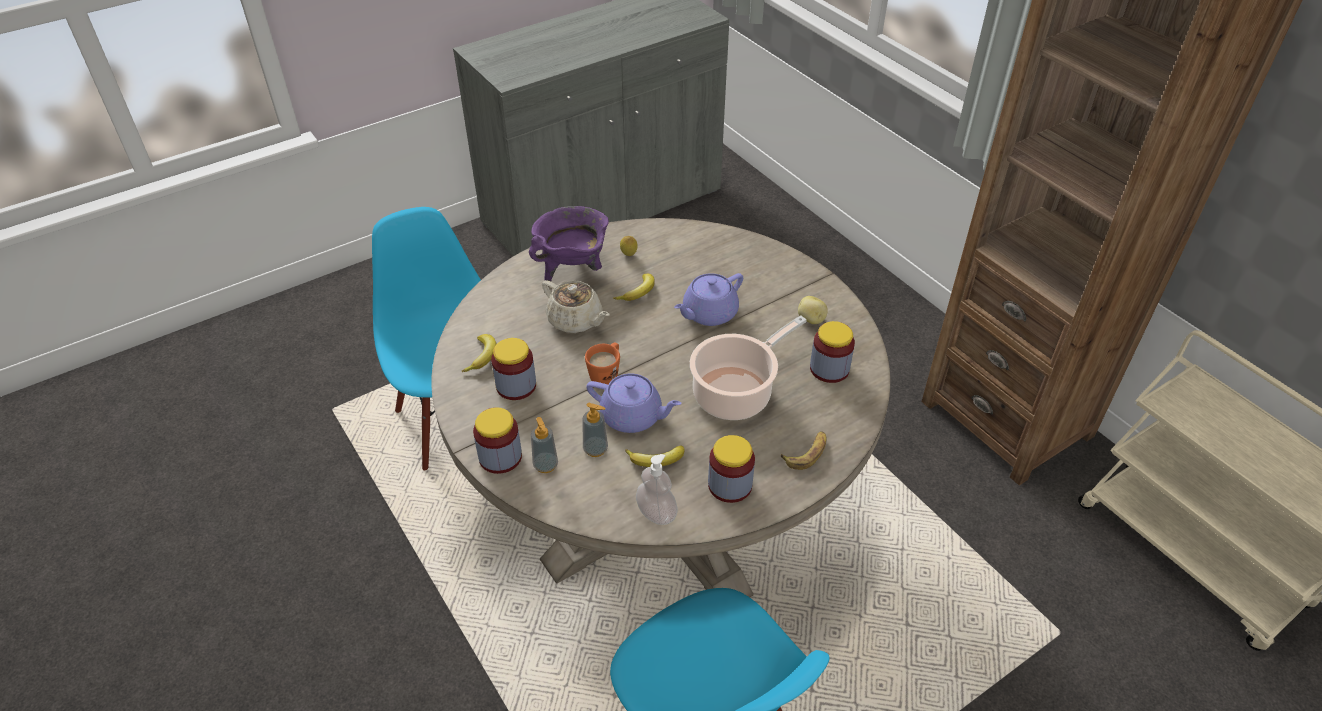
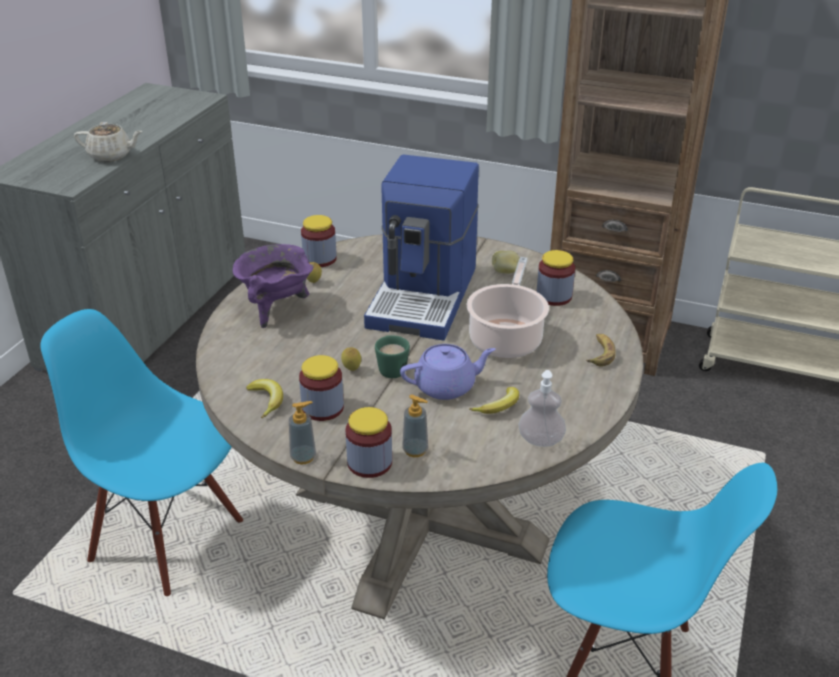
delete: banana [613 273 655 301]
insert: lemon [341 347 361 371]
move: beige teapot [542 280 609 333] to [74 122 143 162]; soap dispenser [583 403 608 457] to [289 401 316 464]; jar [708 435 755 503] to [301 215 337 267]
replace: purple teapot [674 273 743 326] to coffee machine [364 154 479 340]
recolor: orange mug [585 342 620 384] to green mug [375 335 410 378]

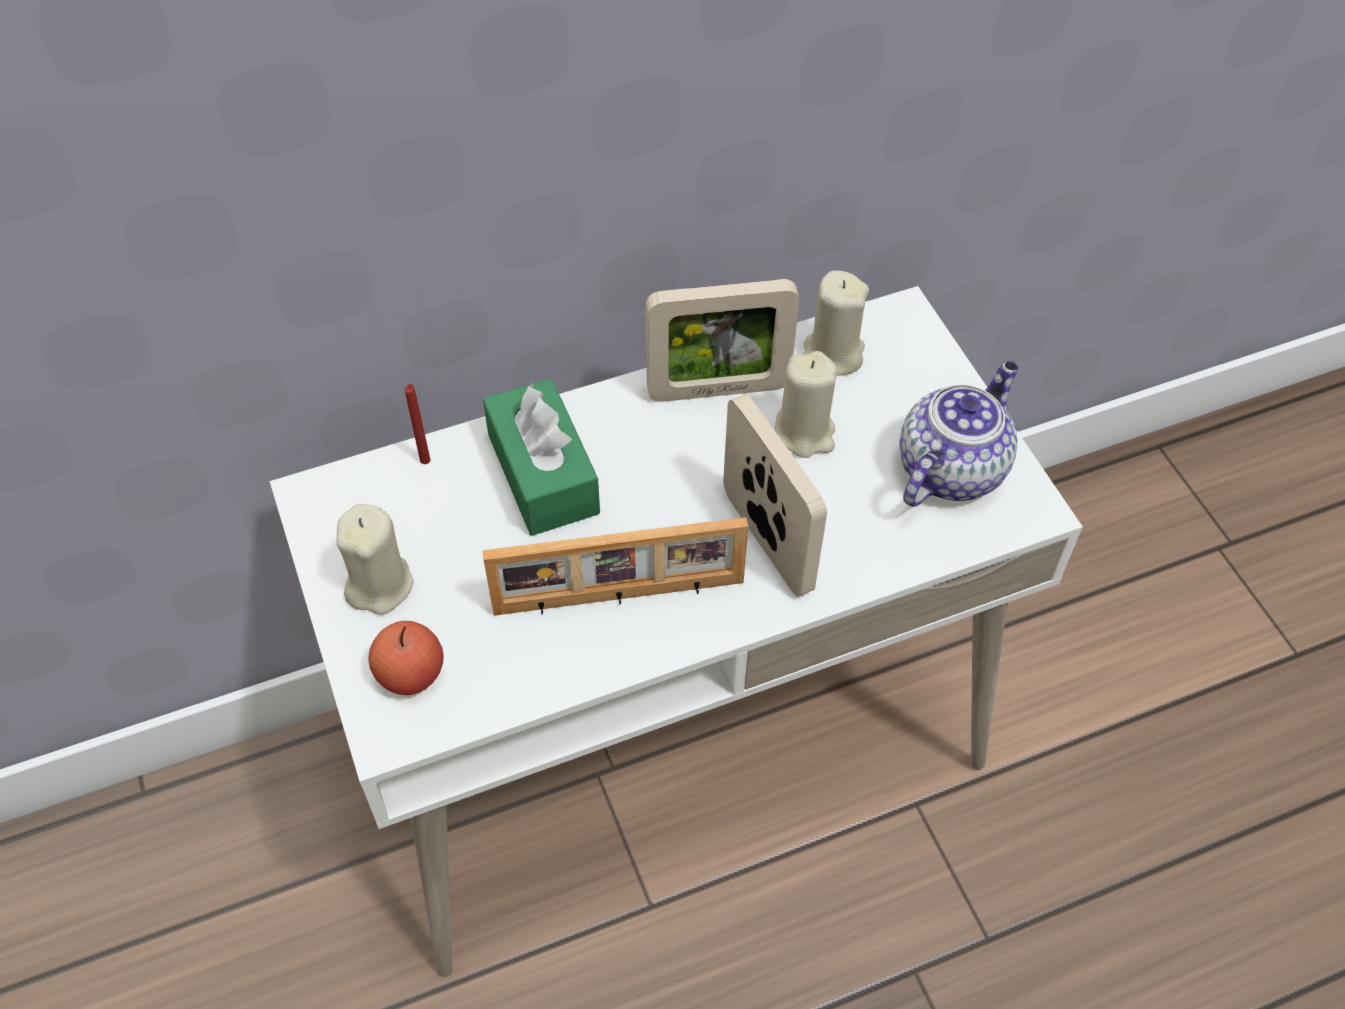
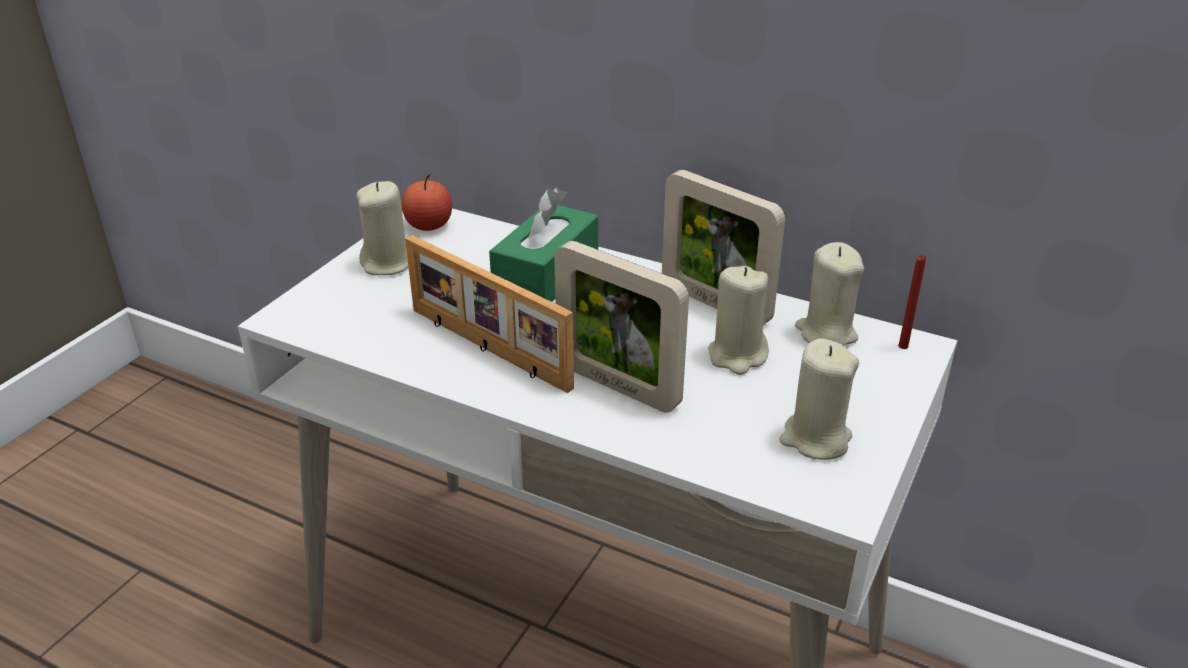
move: apple [368 621 444 695] to [402 174 452 231]; red candle [405 384 430 464] to [899 255 926 349]
replace: teapot [899 361 1019 507] to beige candle [780 339 859 460]
rotate: picture frame [723 394 827 597] = [554 241 689 412] 105 degrees clockwise

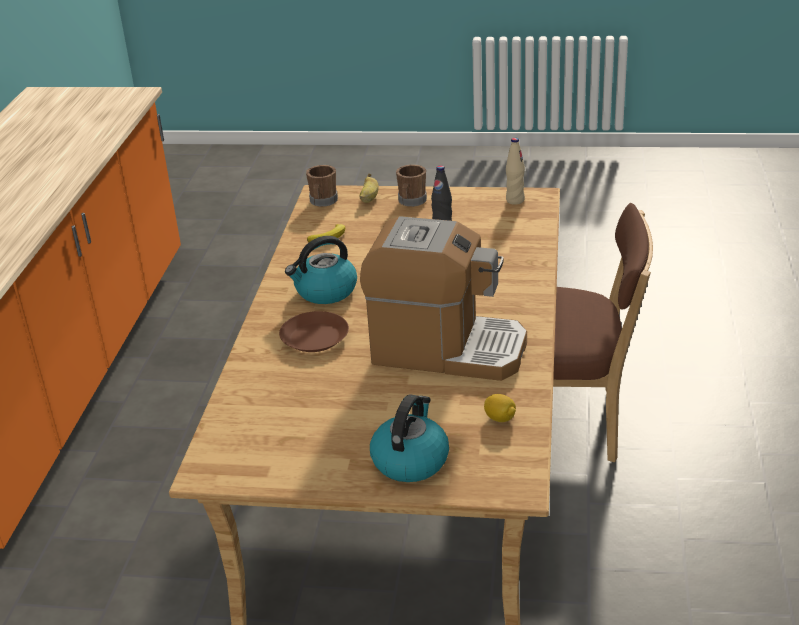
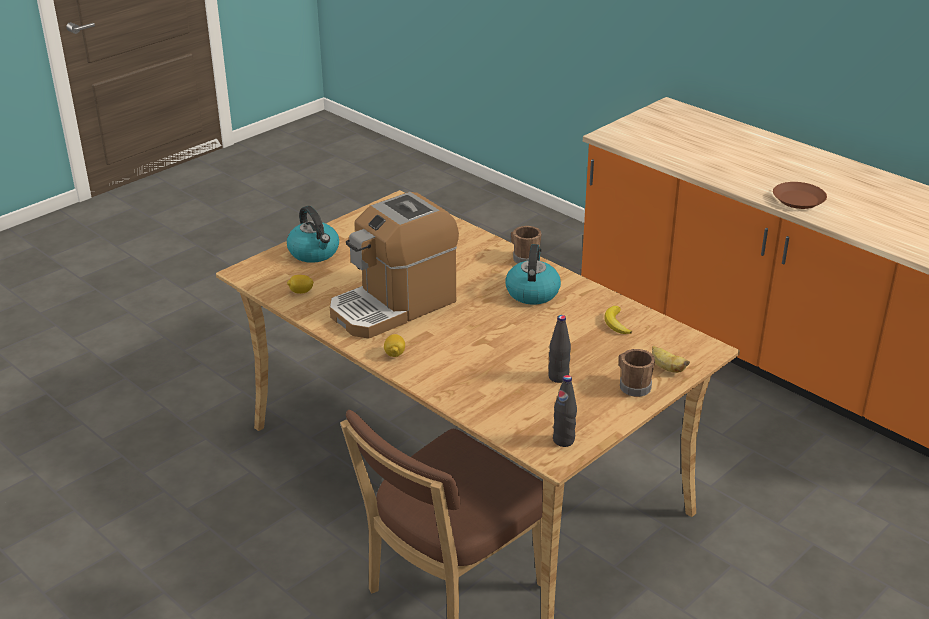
insert: lemon [384 334 405 357]
move: brown mug [306 165 338 207] to [511 226 542 264]; brown plate [279 311 349 352] to [773 182 827 209]
recolor: beige bottle [506 138 525 205] to black bottle [553 375 577 447]

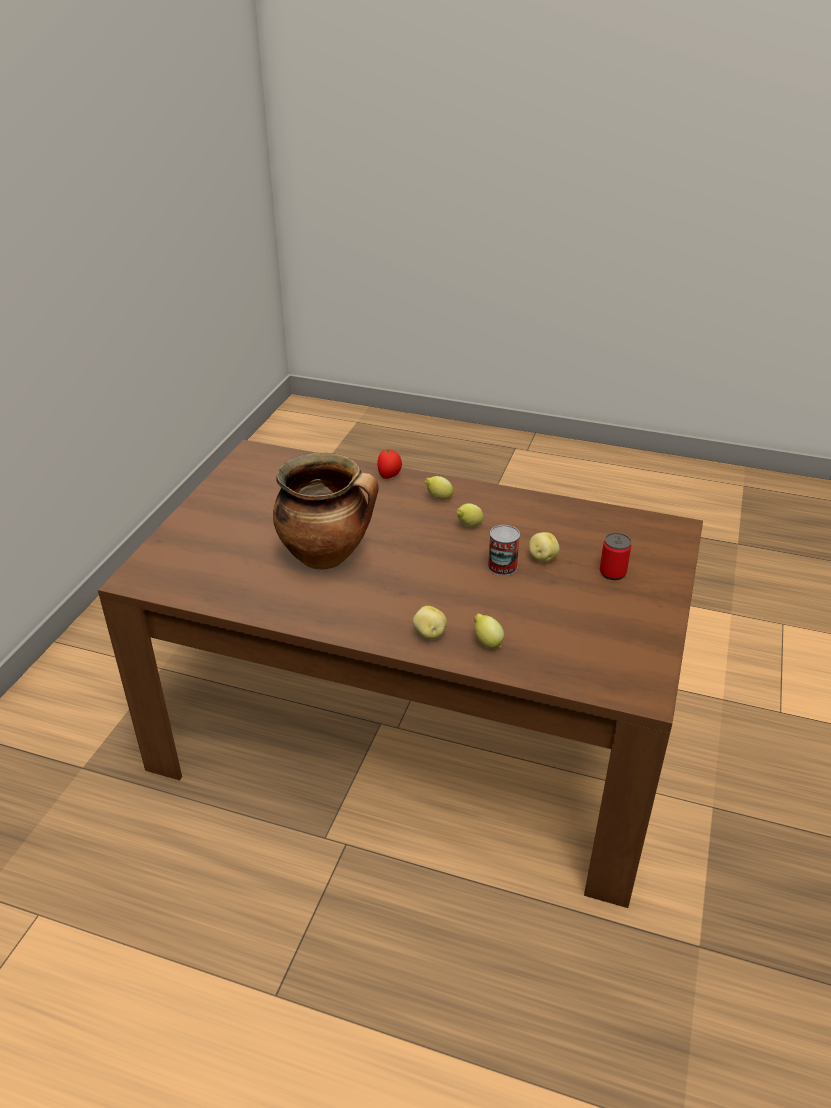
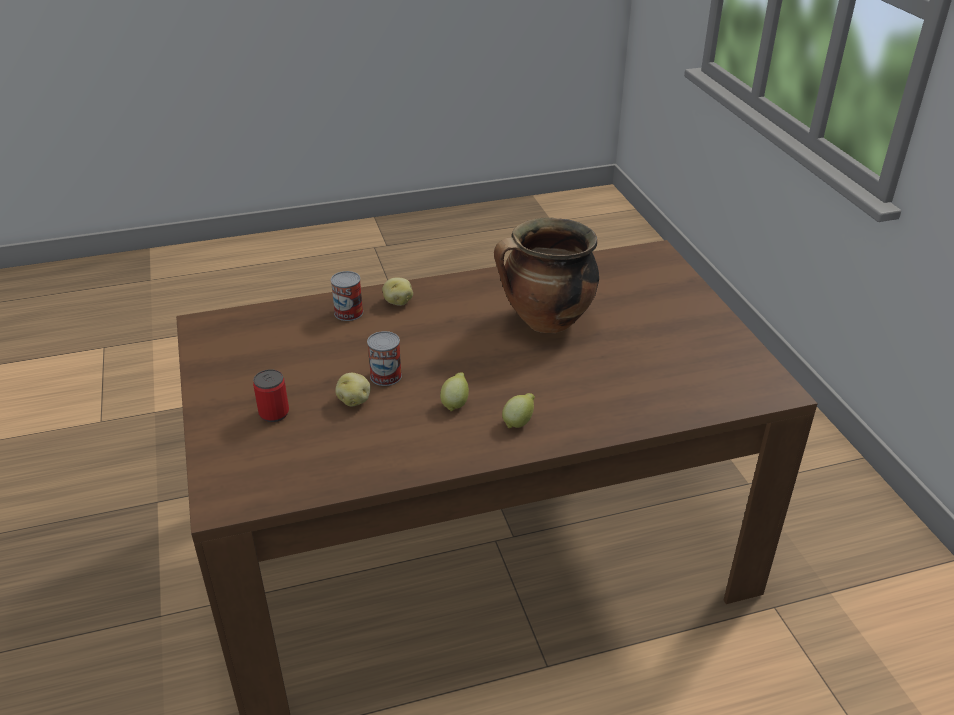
delete: tomato [377 449 402 479]
replace: lemon [474 613 504 648] to can [331 271 363 321]

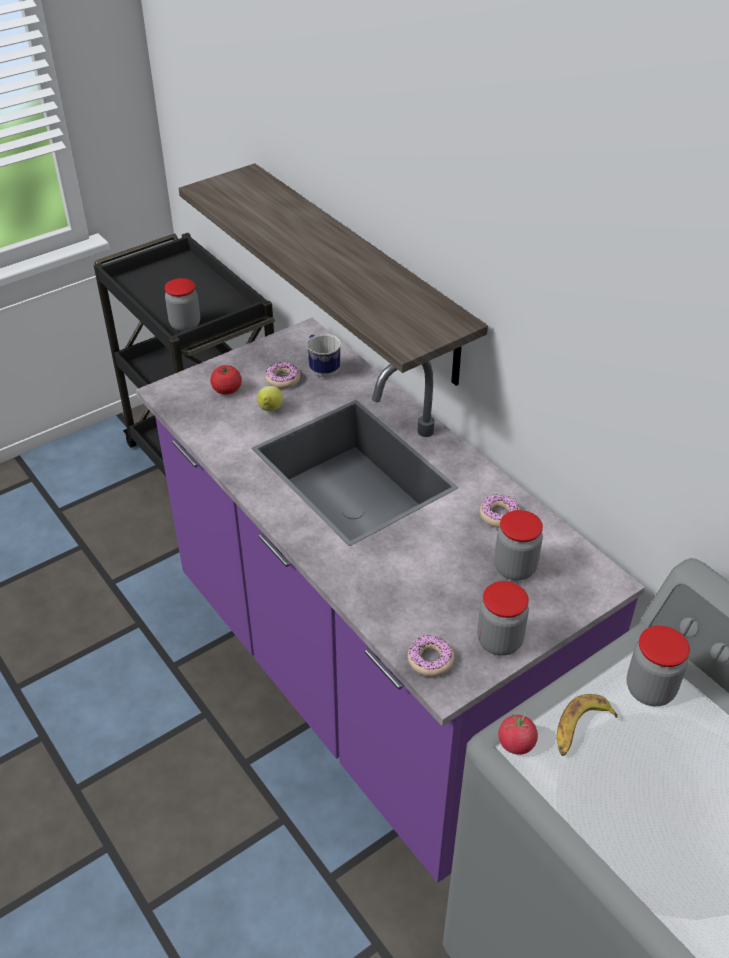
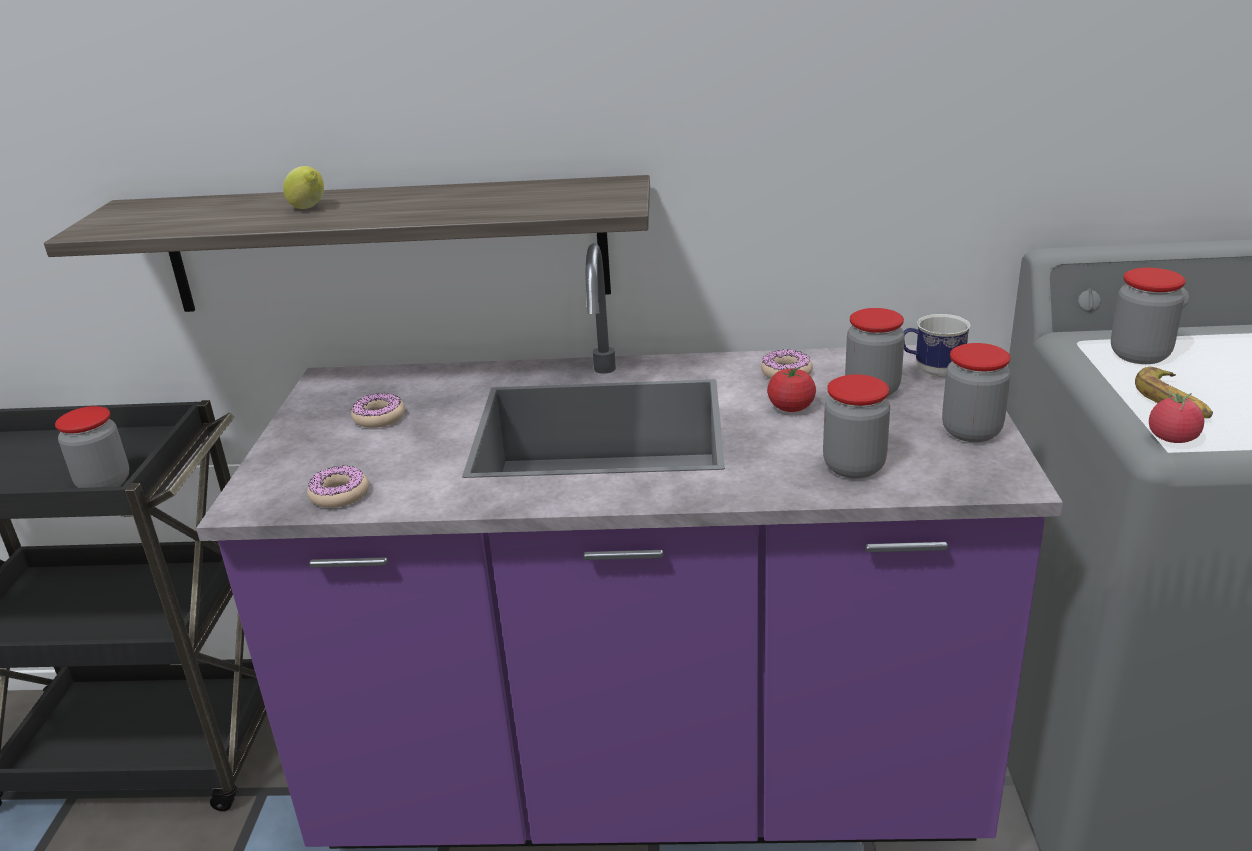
insert: jar [823 374 890 479]
move: lemon [257 386 283 412] to [283 166 324 209]; donut [408 635 454 677] to [307 465 369 508]; tomato [210 365 242 395] to [767 367 816 412]; mug [307 334 341 378] to [904 314 971 378]

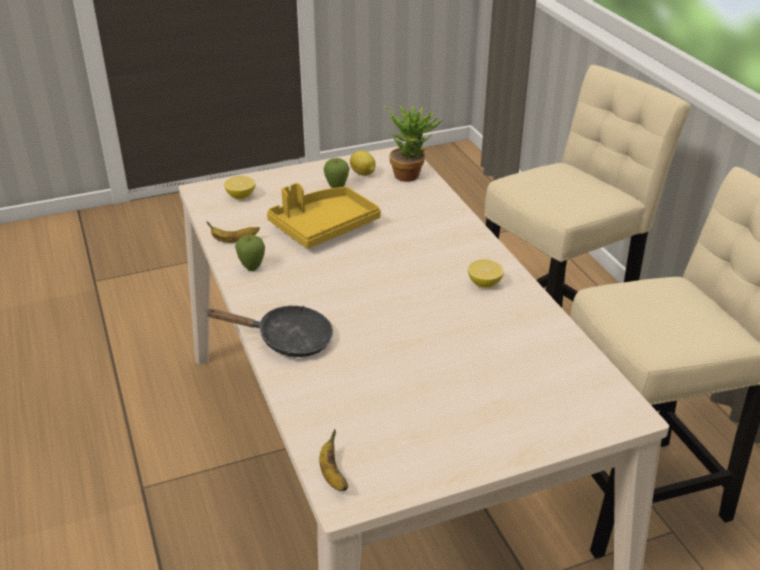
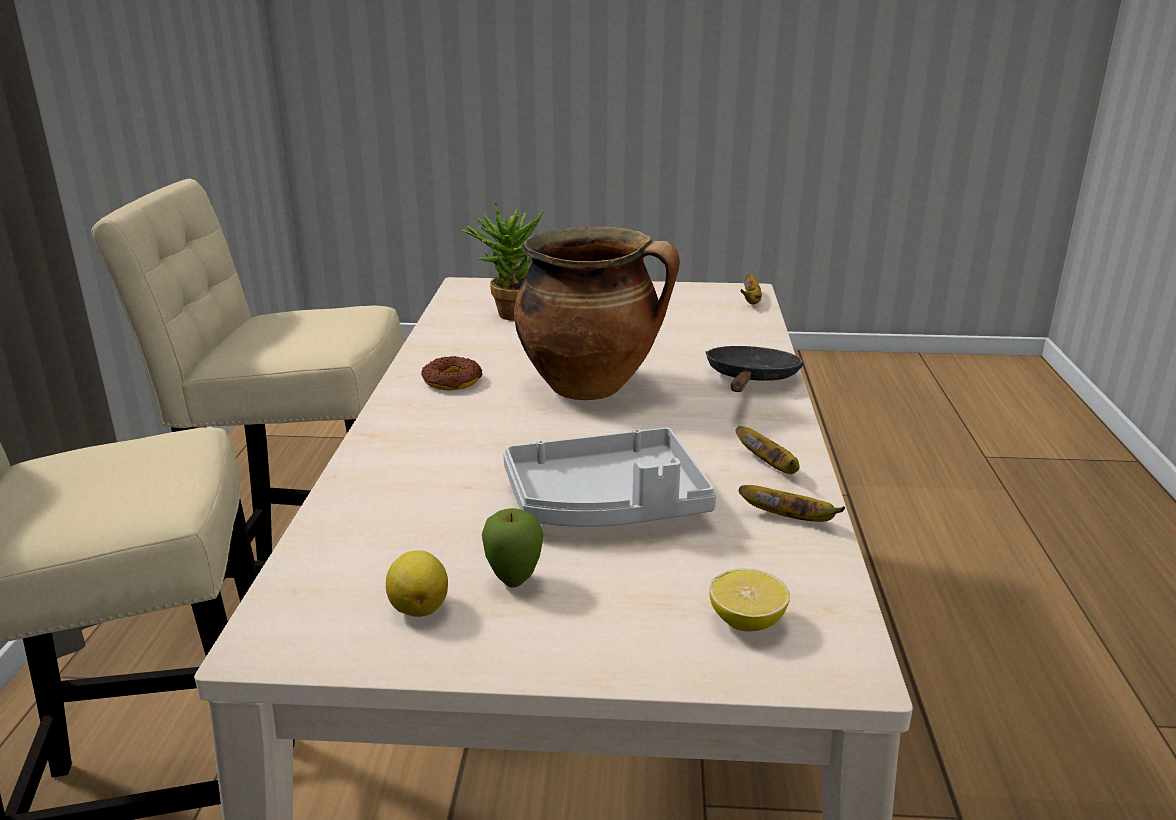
insert: cooking pot [514 226 680 400]
move: potted plant [384 106 442 182] to [460 201 544 321]
replace: lemon [468 259 504 288] to donut [421 356 482 391]; apple [235 235 265 271] to banana [735 426 800 474]
recolor: yellow tray [267 183 381 248] to grey tray [503 428 717 527]
rotate: black frying pan [205 306 333 357] = [705 346 804 392] 75 degrees clockwise

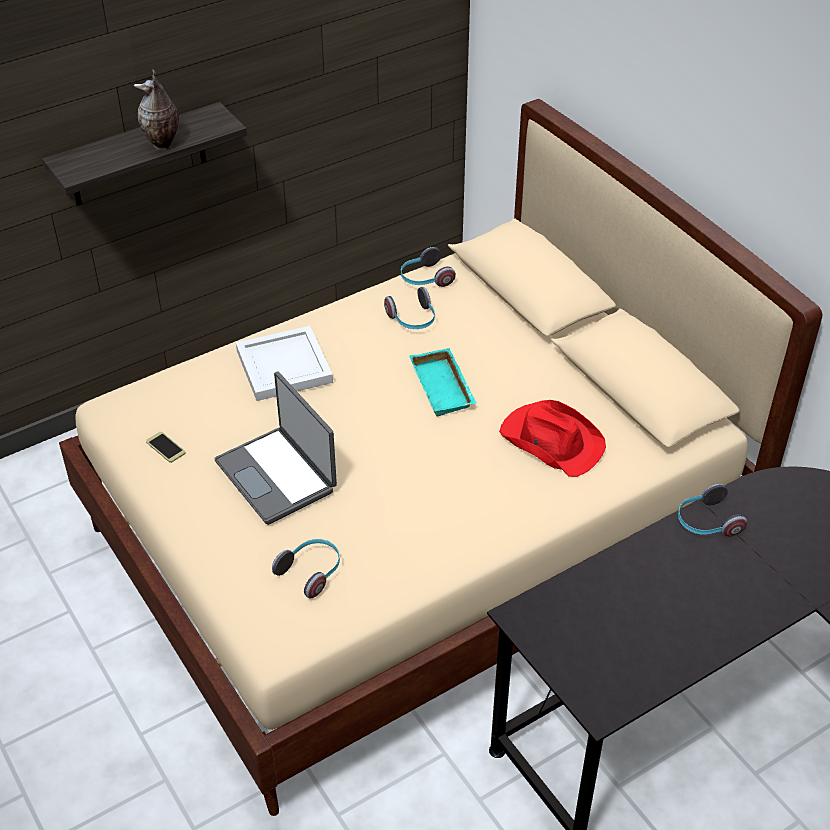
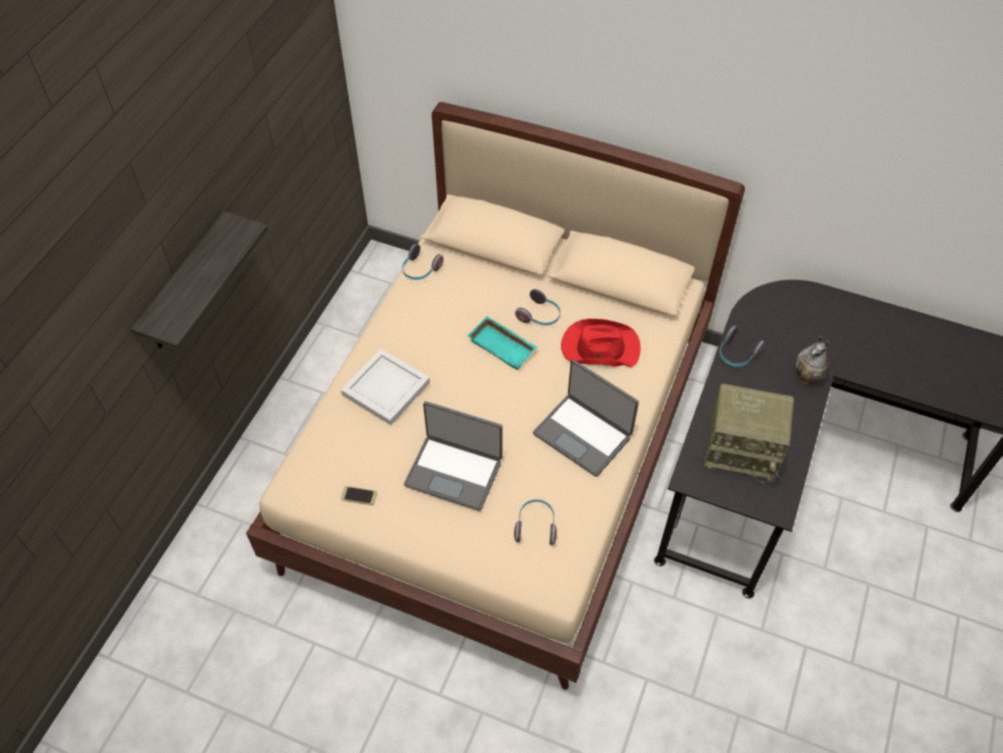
insert: laptop [533 360 639 477]; radio [704 383 794 484]
move: headphones [384 287 435 329] to [515 289 560 326]; vase [134 69 179 150] to [796 336 831 385]

